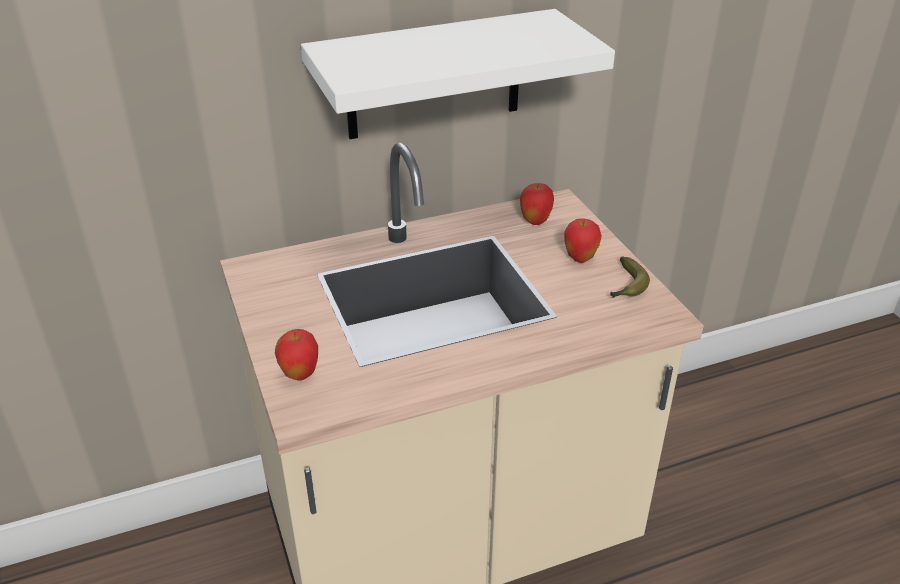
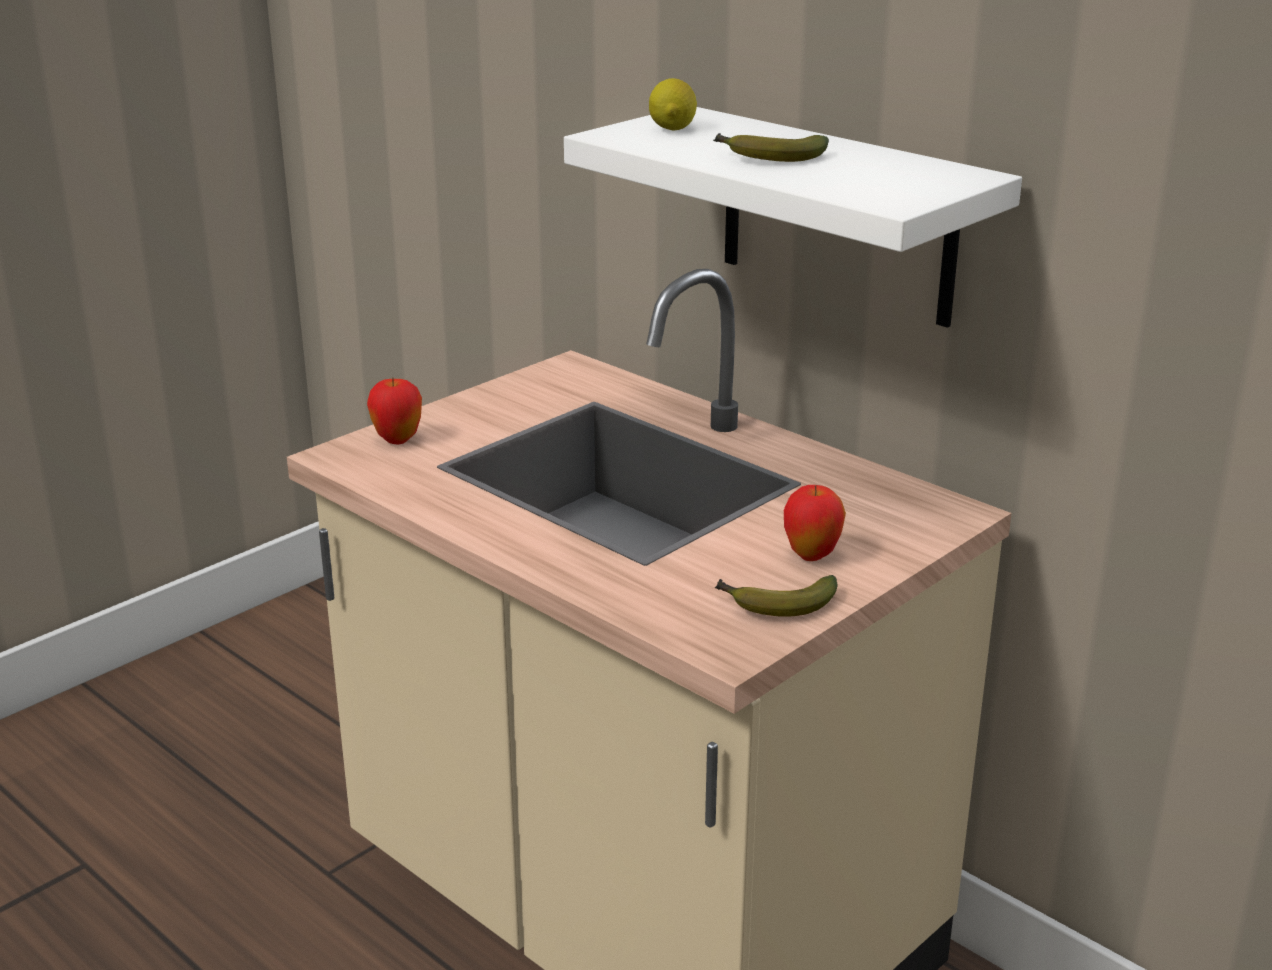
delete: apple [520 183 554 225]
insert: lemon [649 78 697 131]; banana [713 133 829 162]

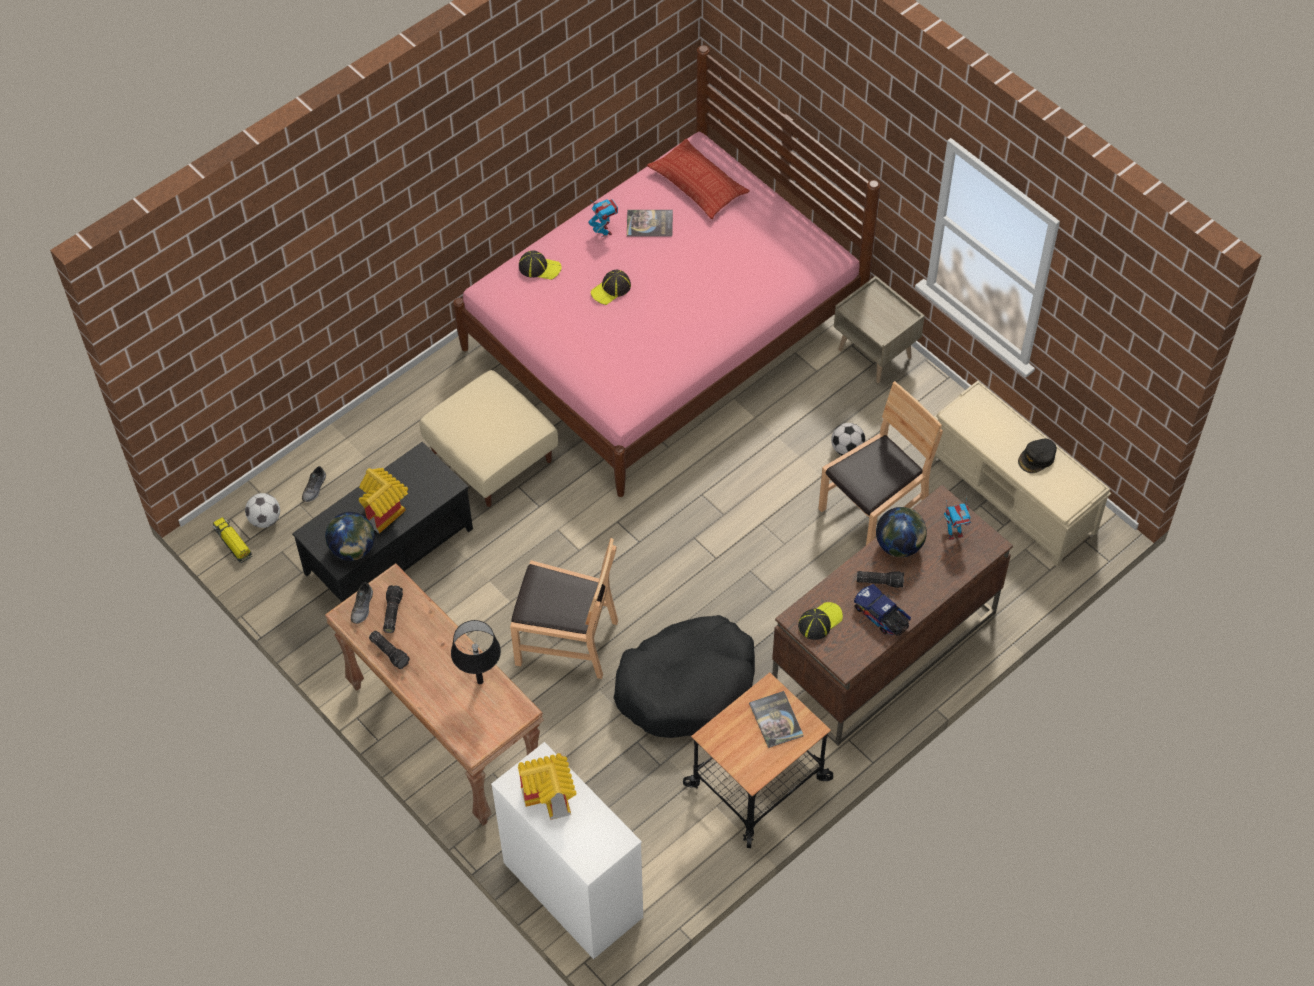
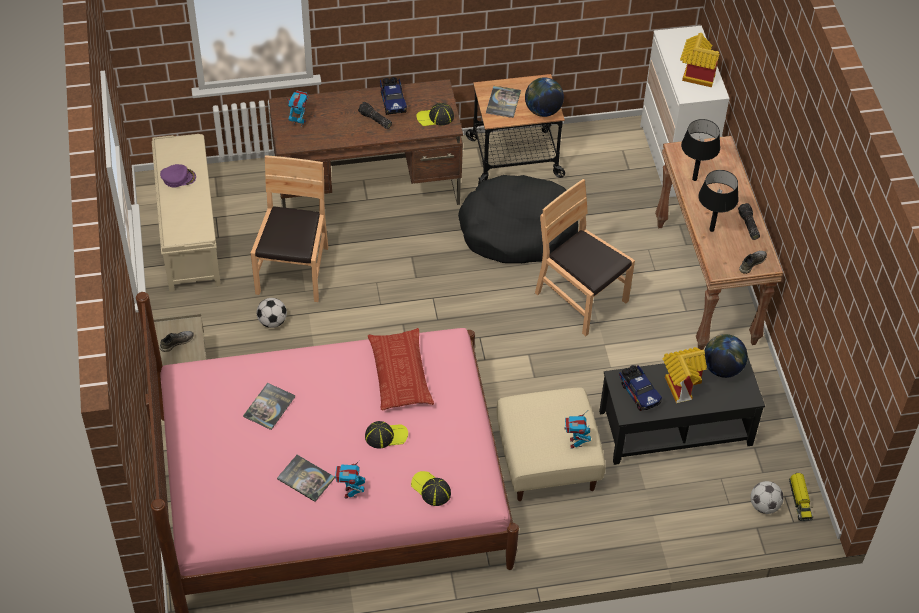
delete: flashlight [383 585 403 633]
insert: book [243 383 295 430]; toy robot [564 413 591 449]; toy truck [619 365 662 411]; black table lamp [698 170 739 232]
move: grey shoe [302 466 326 502] to [160 331 194 352]; pillow [647 139 750 219] to [368 328 434 410]; globe [876 507 927 557] to [525 77 564 117]
recolor: black cap [1018 439 1057 473] to purple cap [160 164 196 188]
rotate: brown chair [818 381 943 545] = [251 155 328 302] 105 degrees clockwise

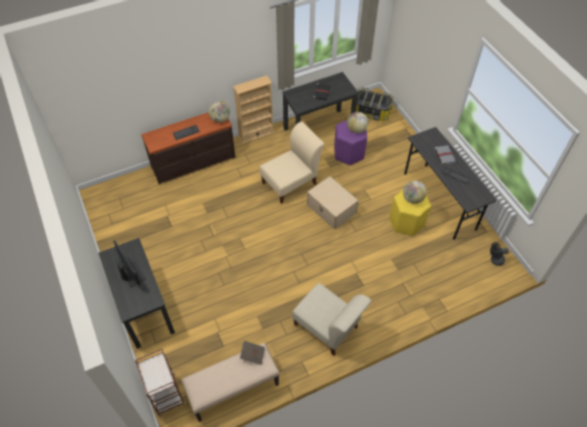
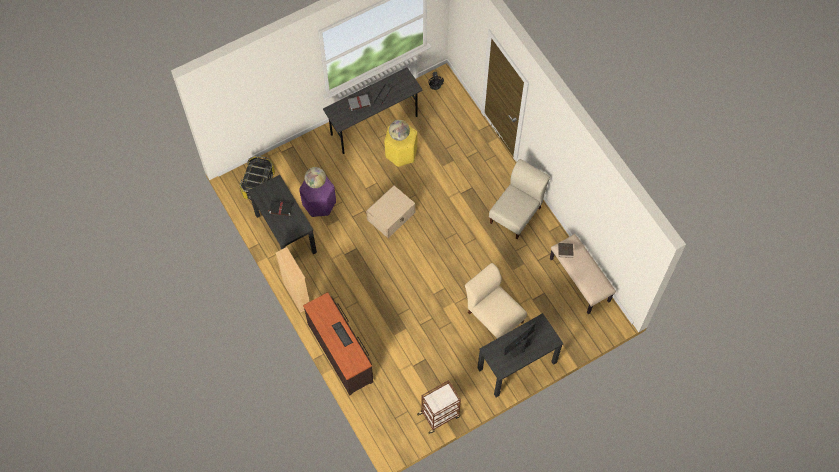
delete: globe [208 101 230 122]
move: brown cart [135 349 186 417] to [417 380 461 434]; beige chair [260 122 324 204] to [465 263 527 338]

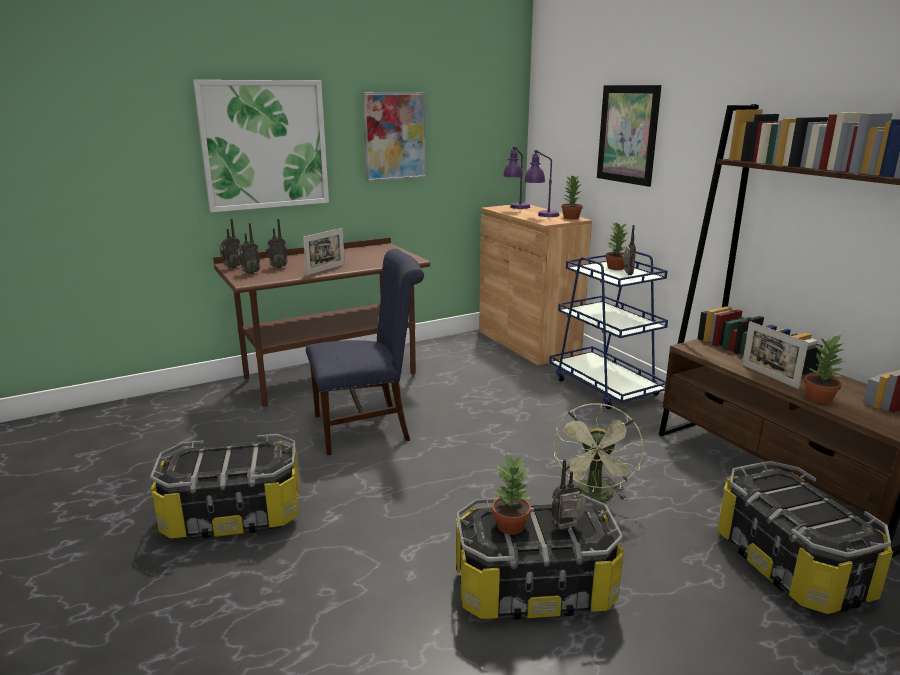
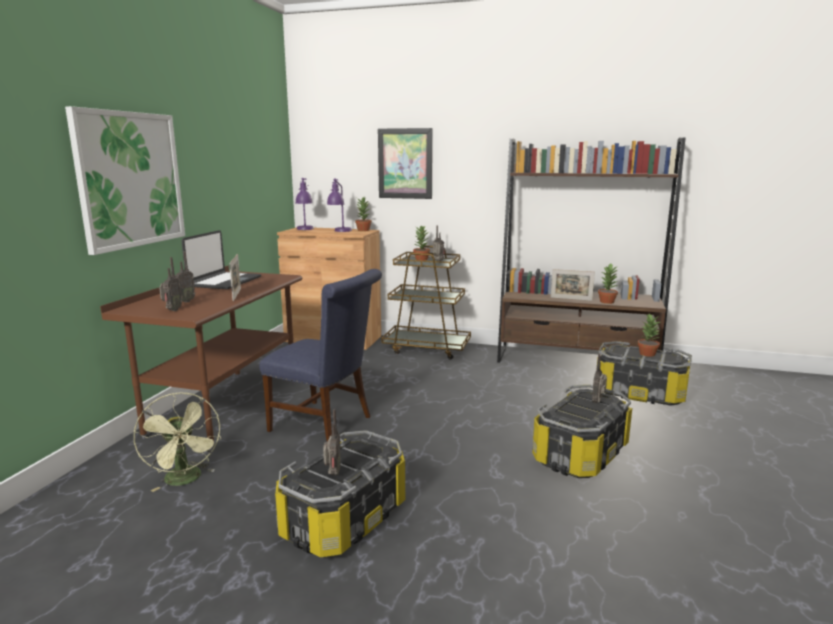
delete: picture [362 92 425 181]
insert: laptop [181 230 261 290]
move: green fan [553 403 644 502] to [134 393 221 492]; radio [219 219 241 268] to [323 409 341 476]; potted plant [492 453 532 535] to [638 313 662 357]
recolor: blue cart [549 251 668 409] to brown cart [381 246 471 359]
rotate: blue chair [306 249 424 455] = [259 269 382 442] 90 degrees clockwise

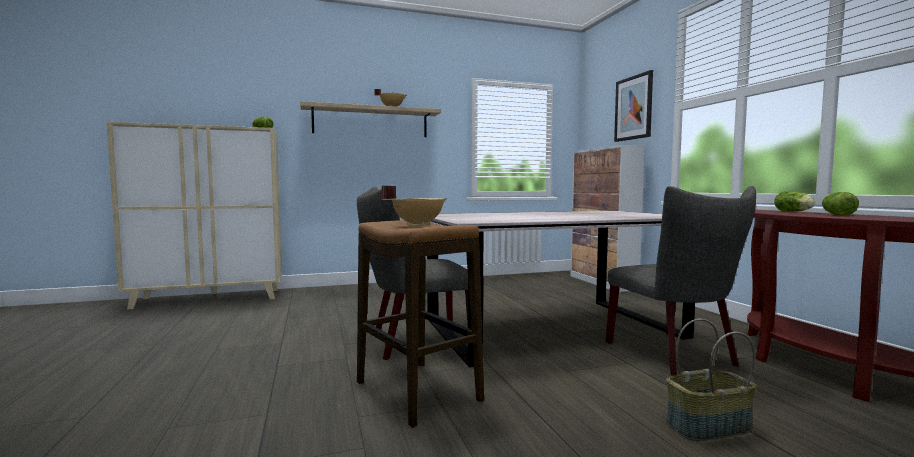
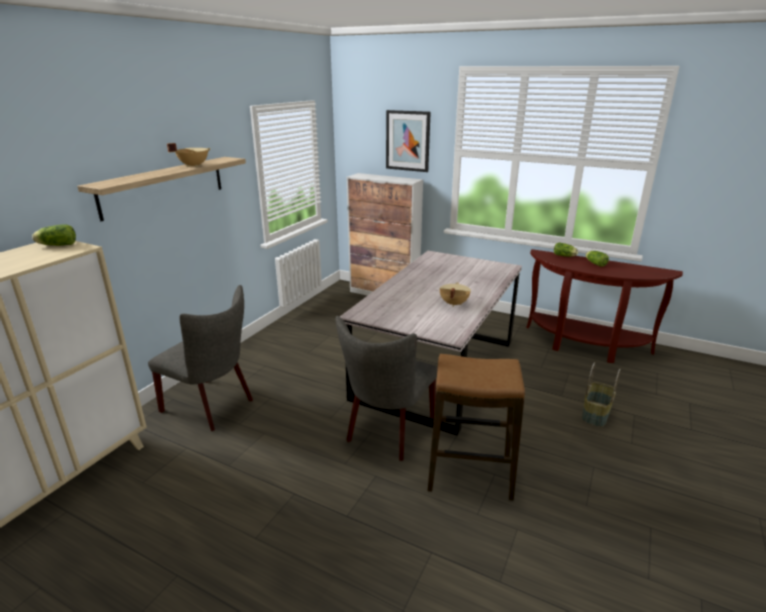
move: grey chair [606 186 756 376] to [148 285 253 431]; beige cooking pot [382 186 447 226] to [440 282 471 307]

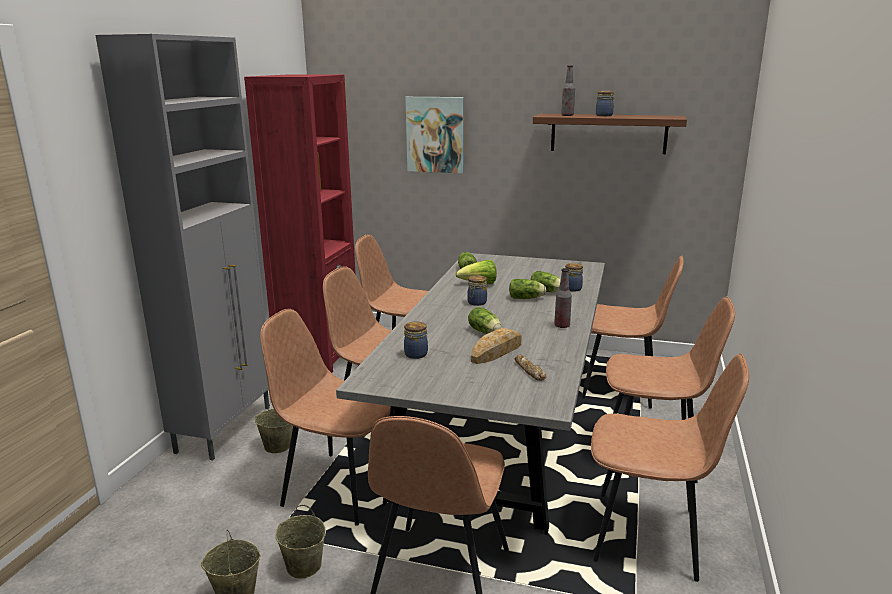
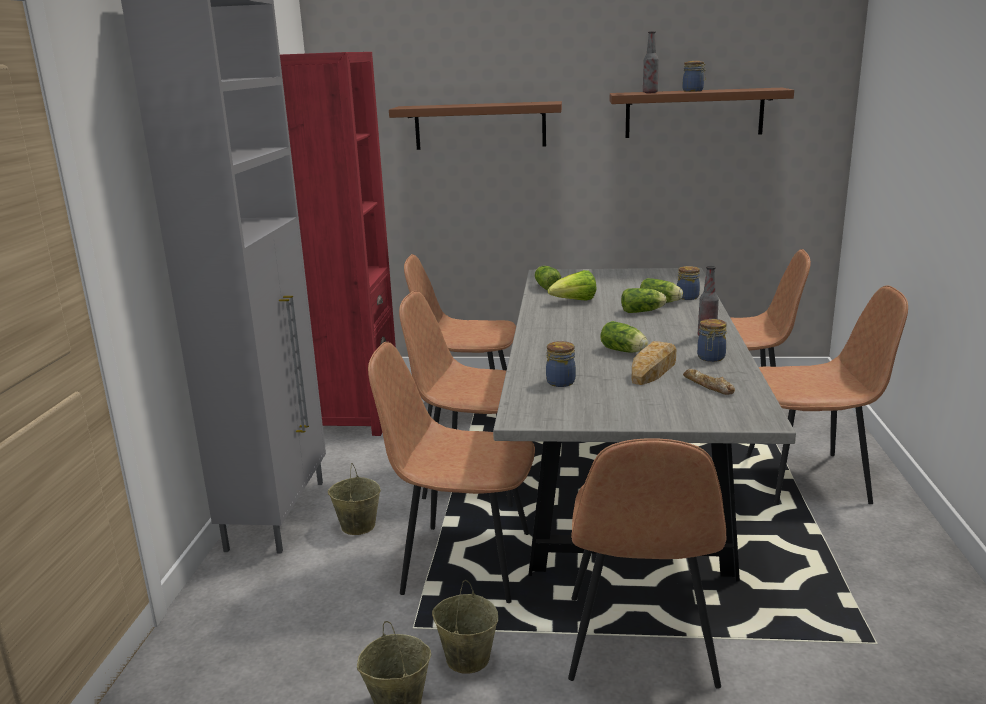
delete: brown chair [591 353 749 582]
move: jar [467 275 487 306] to [697 319 727 362]
replace: picture [405 97 464 173] to brown shelf [389 101 562 150]

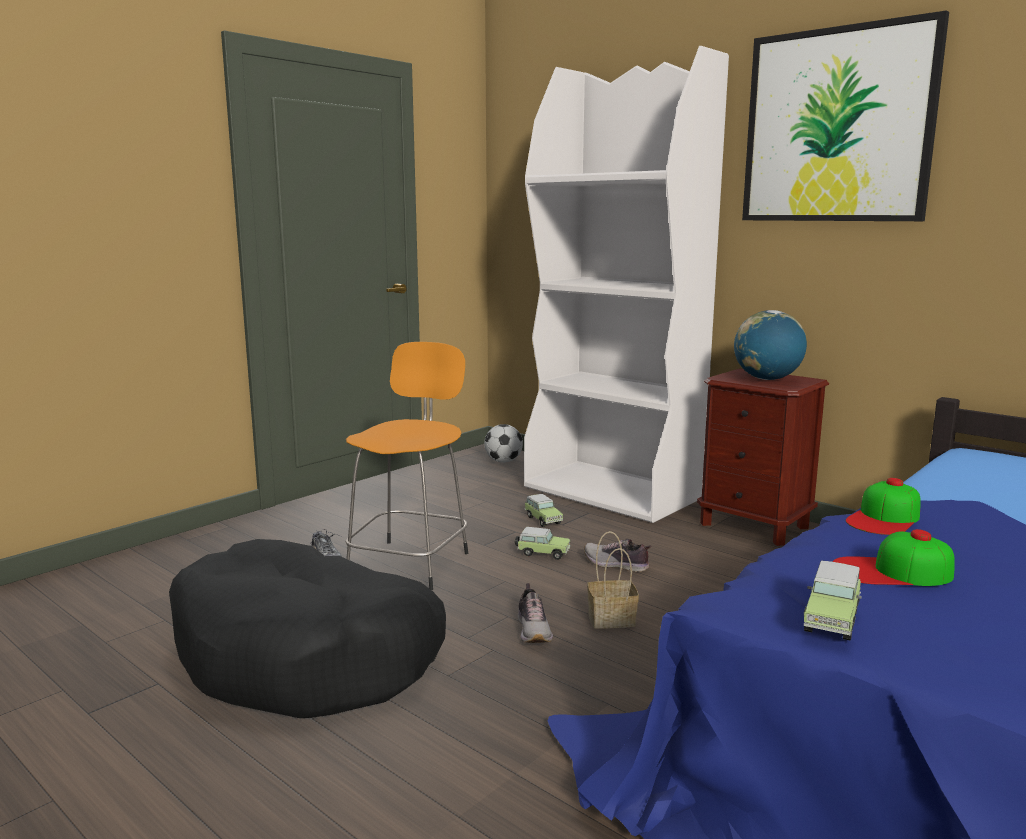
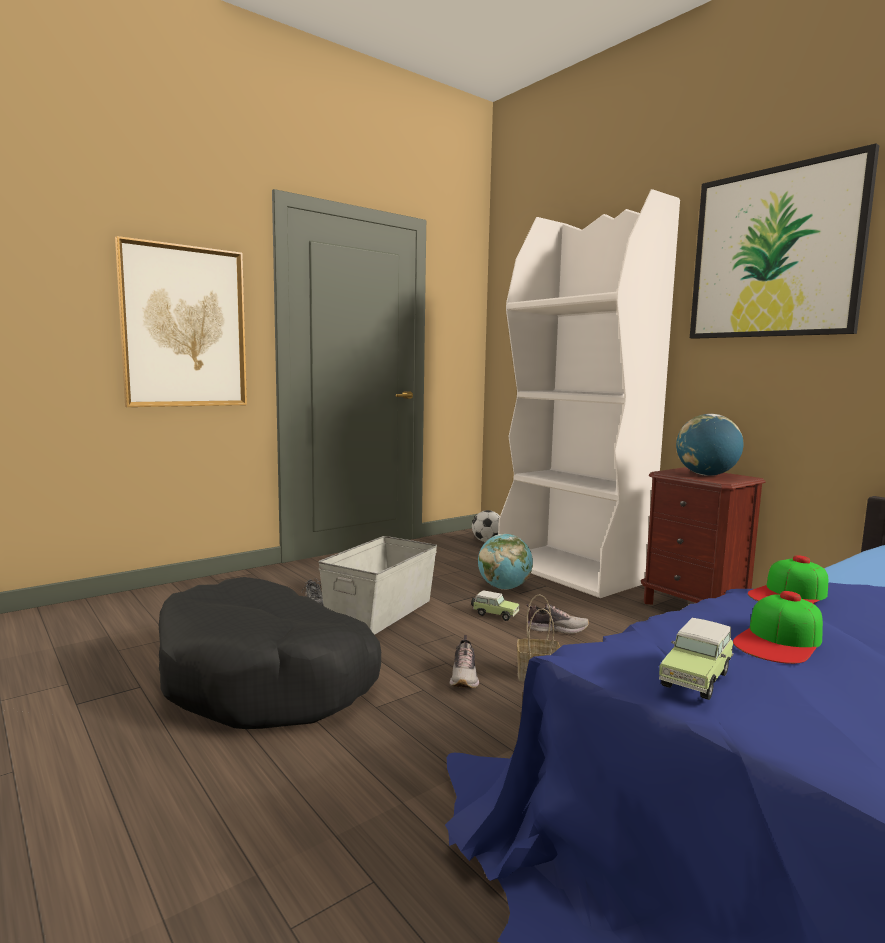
insert: picture [115 236 247 407]
replace: orange stool [346 342 468 590] to grey storage box [318 536 437 635]; toy car [524 494 563 527] to globe [478 534 533 590]
rotate: shoe [584 539 651 572] = [526 604 589 634] 150 degrees clockwise; cap [832 529 955 586] = [733 591 823 664] 60 degrees counterclockwise

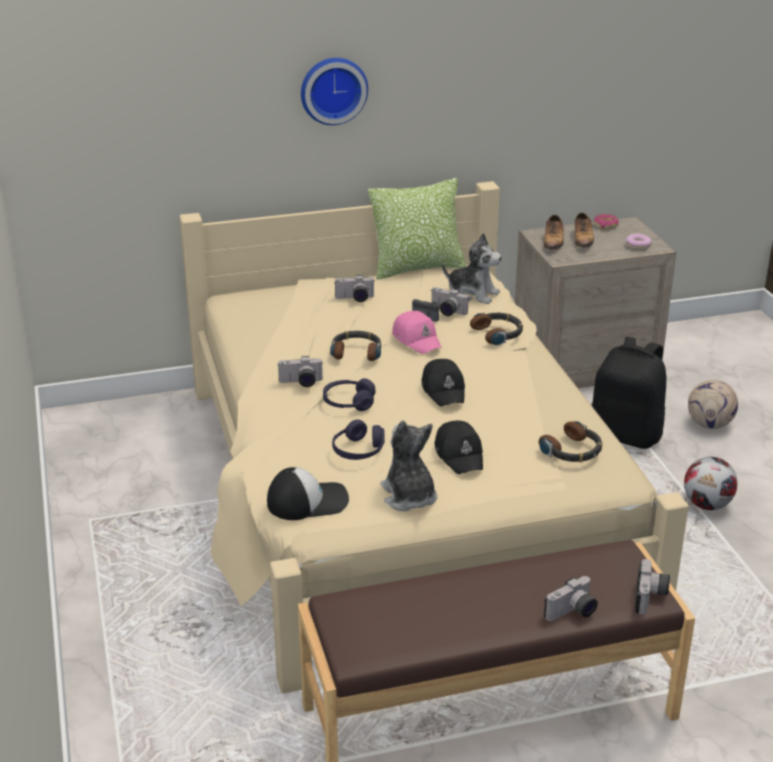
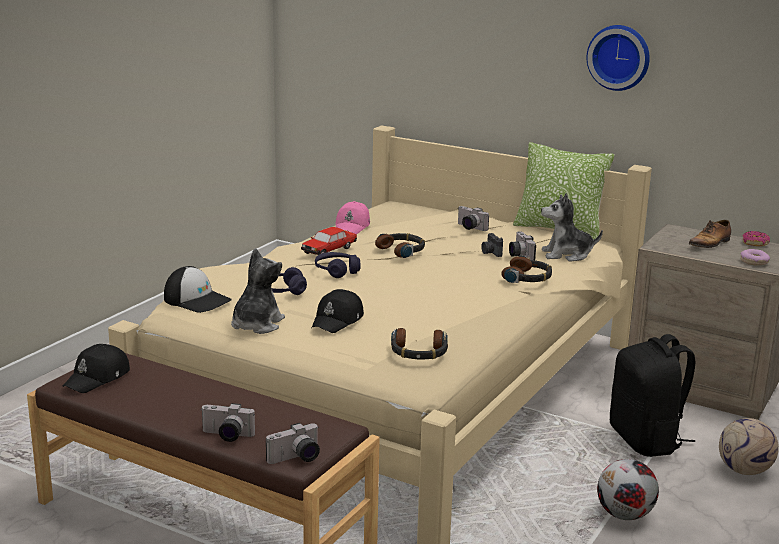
delete: shoe [544 215 564 250]
move: black cap [422 359 465 407] to [63 344 130 393]; pink cap [392 311 442 354] to [335 201 370 234]; wall clock [301 58 368 125] to [587 25 650 91]
replace: photo camera [277 356 323 387] to toy car [301 227 357 255]
rotate: plush toy [442 233 502 304] = [541 193 603 262] 105 degrees clockwise

